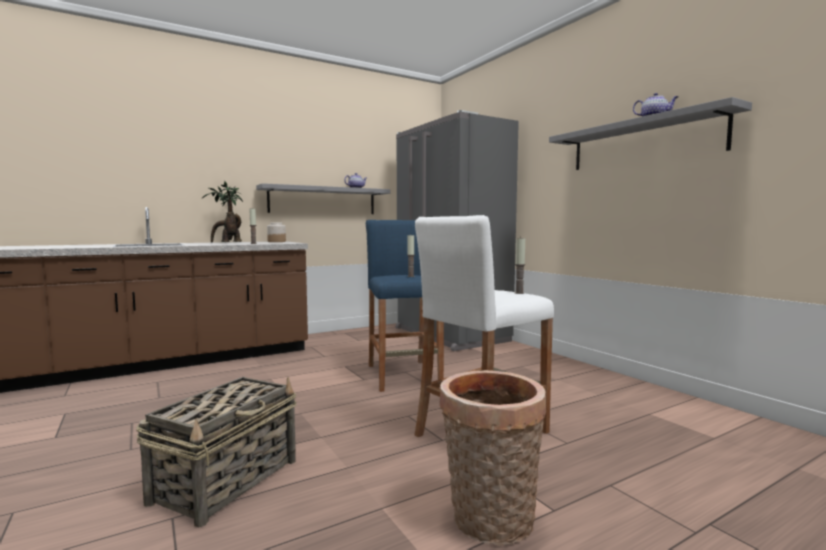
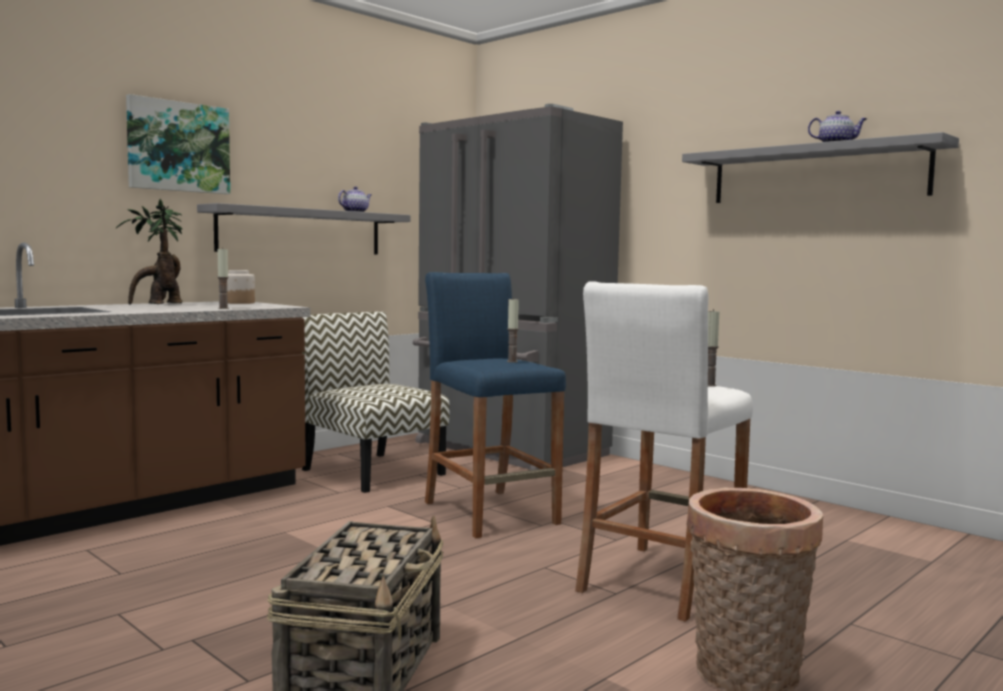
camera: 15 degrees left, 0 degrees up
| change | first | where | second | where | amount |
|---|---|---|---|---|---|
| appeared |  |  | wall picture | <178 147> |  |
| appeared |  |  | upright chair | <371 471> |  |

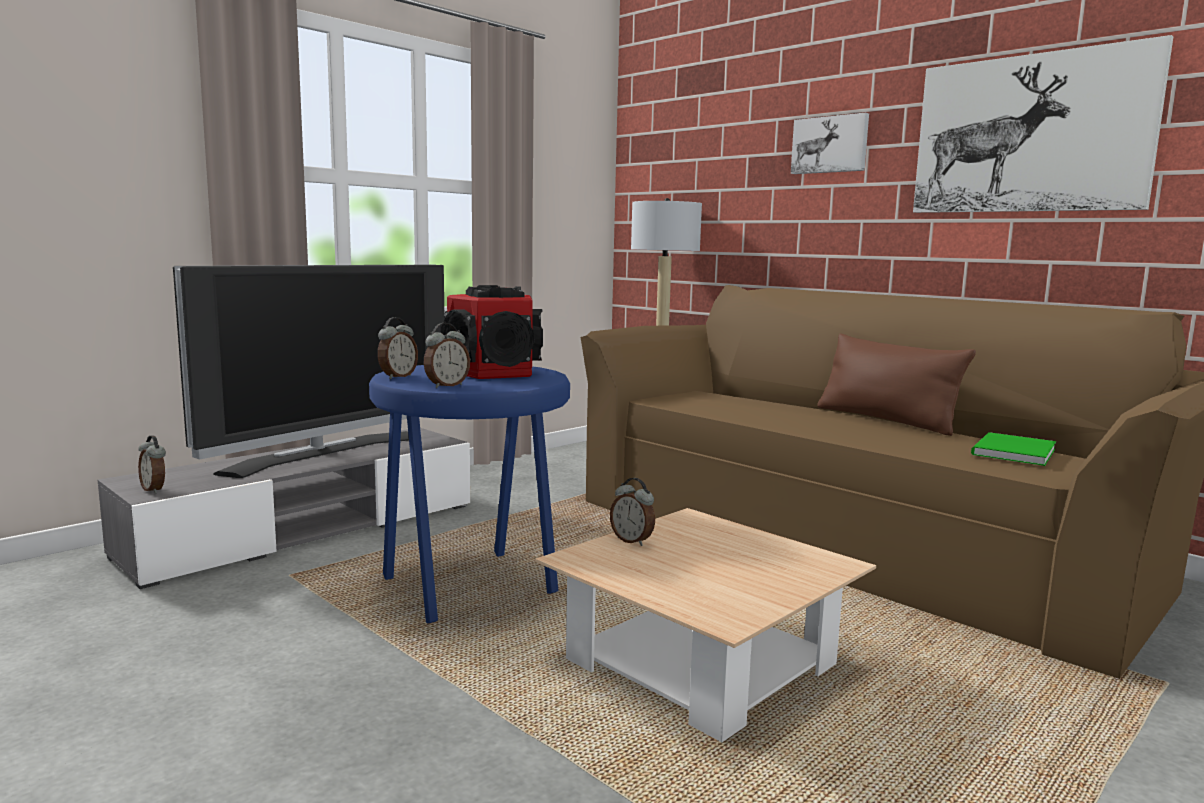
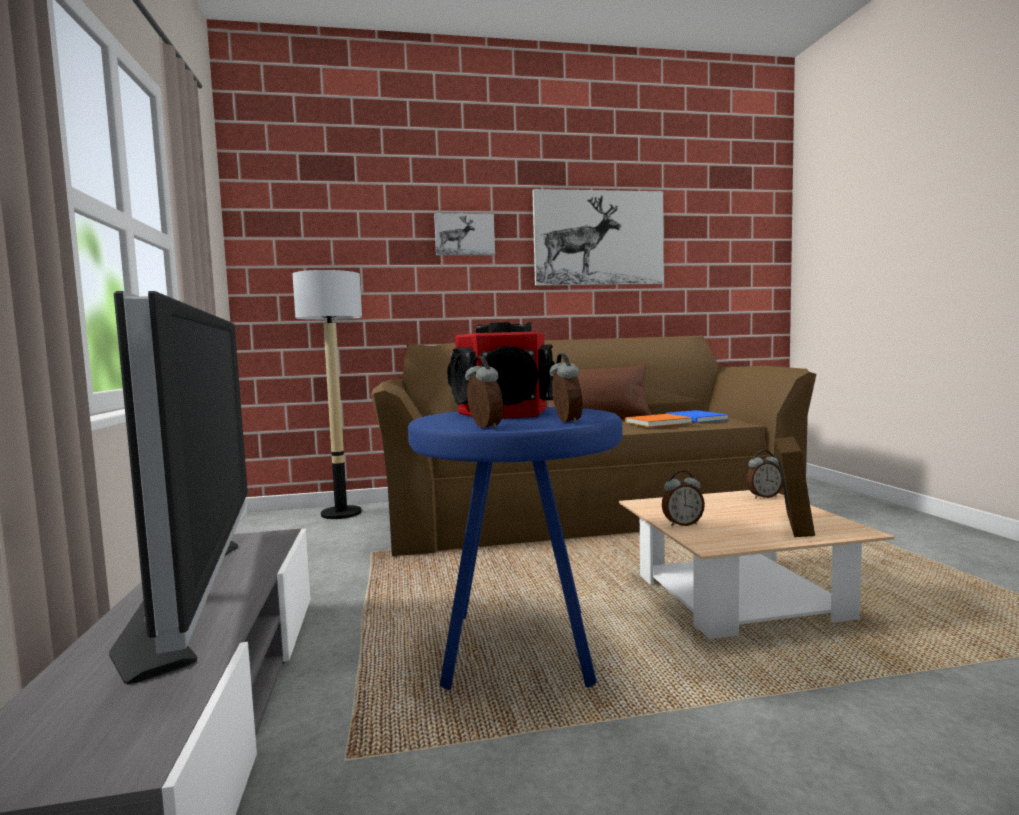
camera: 55 degrees left, 5 degrees down
| change | first | where | second | where | amount |
|---|---|---|---|---|---|
| appeared |  |  | volume (orangey) | <655 422> |  |
| appeared |  |  | picture frame | <792 525> |  |
| relocated | alarm clock | <154 489> |  | <763 496> |  |
| colour | volume (green) | <1010 452> | volume (blue) | <696 418> |  |

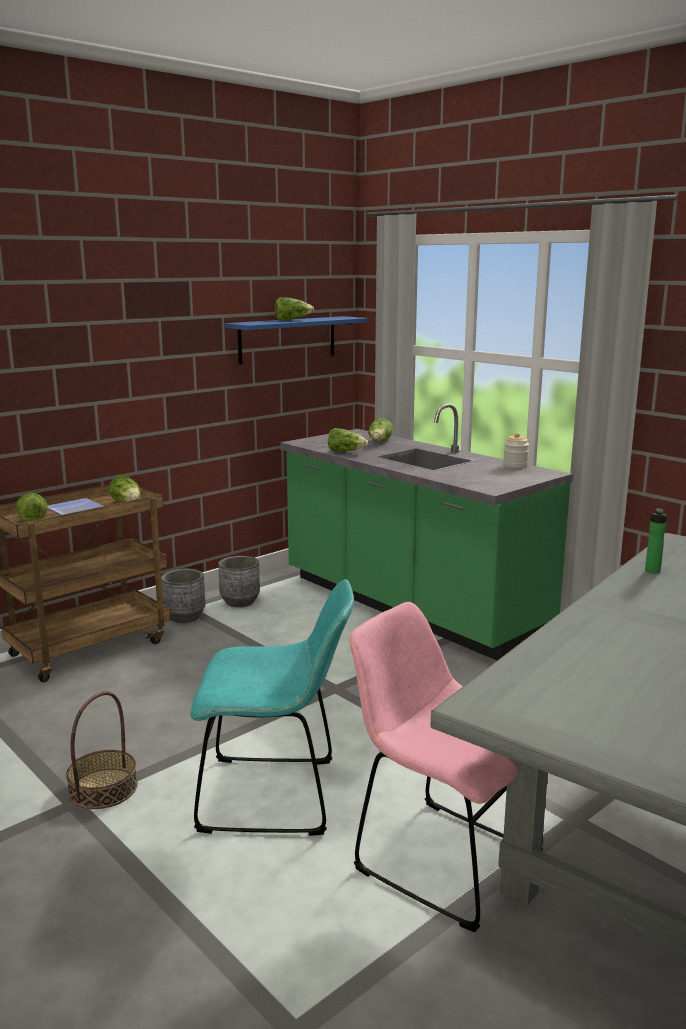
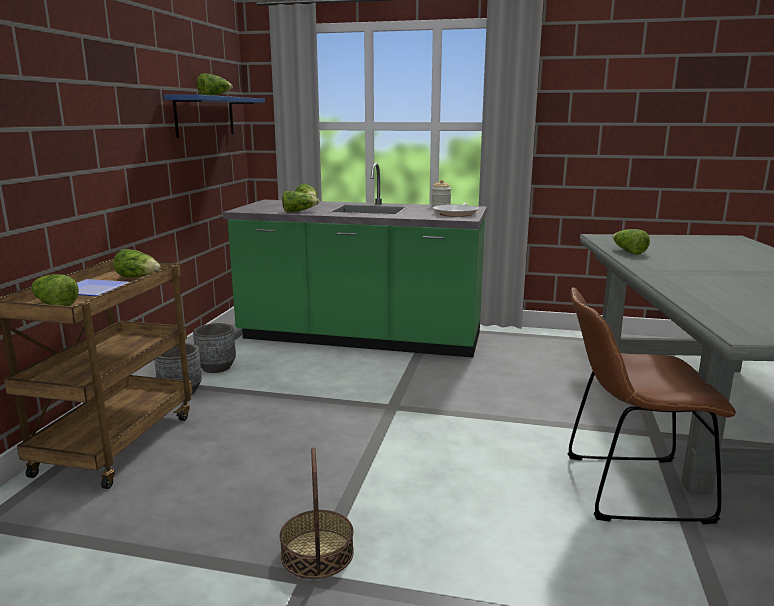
camera: 35 degrees left, 0 degrees up
| change | first | where | second | where | amount |
|---|---|---|---|---|---|
| missing | upright chair (blue-green) | <277 795> |  |  |  |
| appeared |  |  | pan | <456 213> |  |
| exchanged | drink bottle | <652 572> | lettuce head | <628 252> |  |
| colour | upright chair (pinkish) | <439 857> | upright chair (brownish) | <627 488> |  |

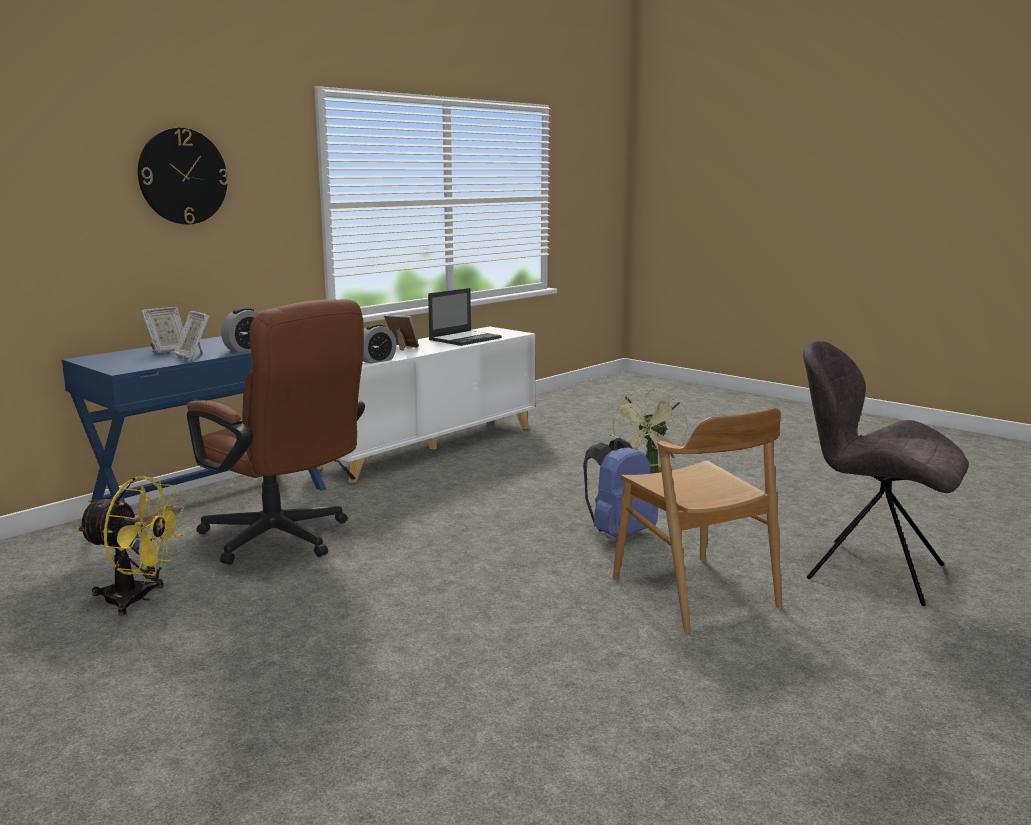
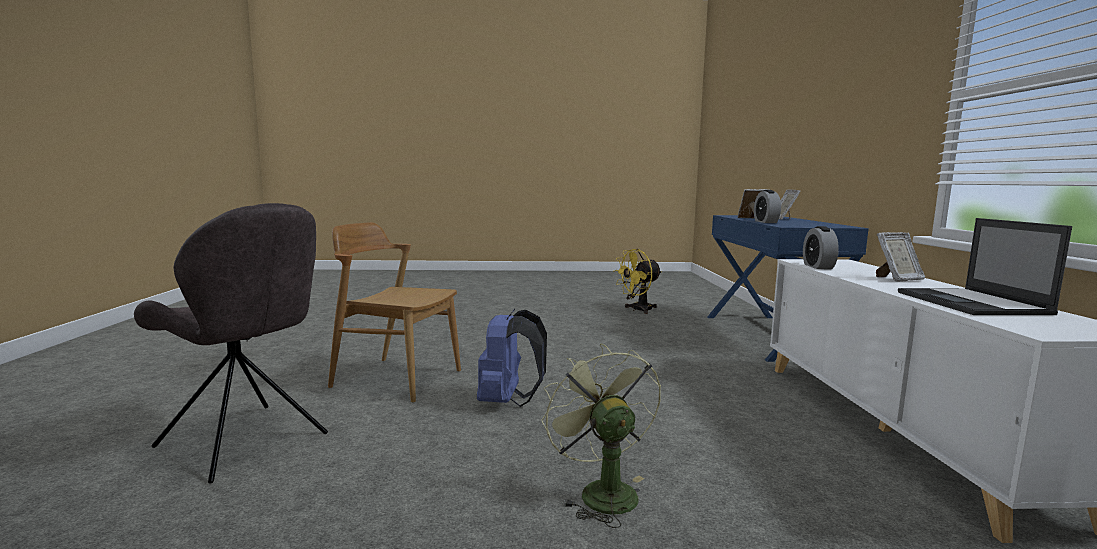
camera: 135 degrees right, 5 degrees down
| change | first | where | second | where | amount |
|---|---|---|---|---|---|
| missing | wall clock | <183 176> |  |  |  |
| missing | office chair (brownish) | <283 540> |  |  |  |
| spun | upright chair (gray) | <869 570> |  | <245 442> | 45 degrees clockwise |

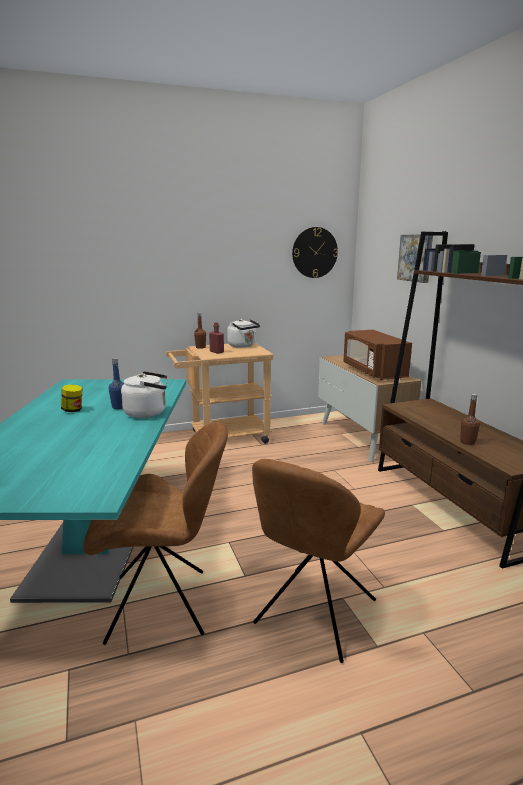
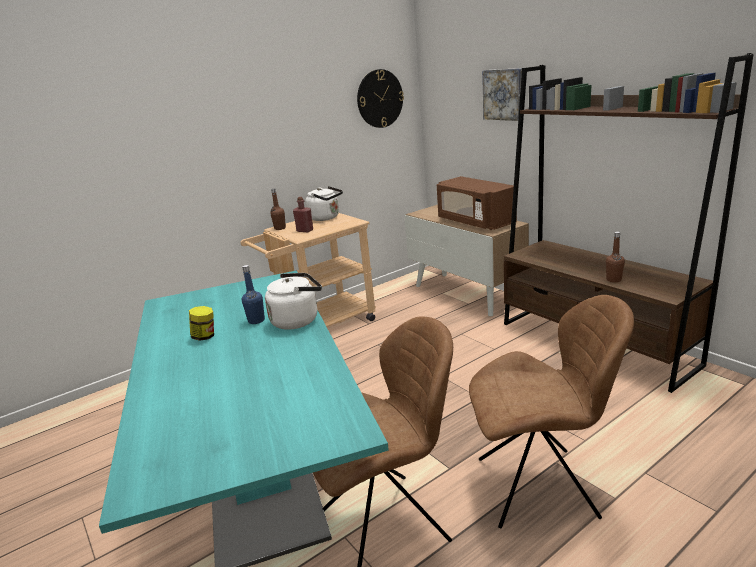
camera: 15 degrees left, 5 degrees up
| change | first | where | second | where | amount |
|---|---|---|---|---|---|
| spun | upright chair (brownish) | <313 614> |  | <540 487> | 105 degrees counterclockwise |

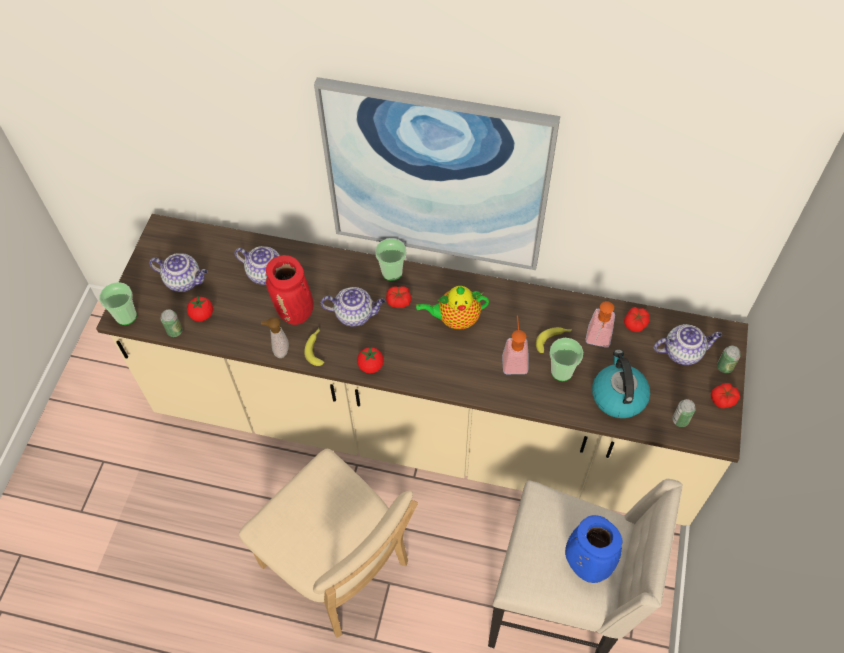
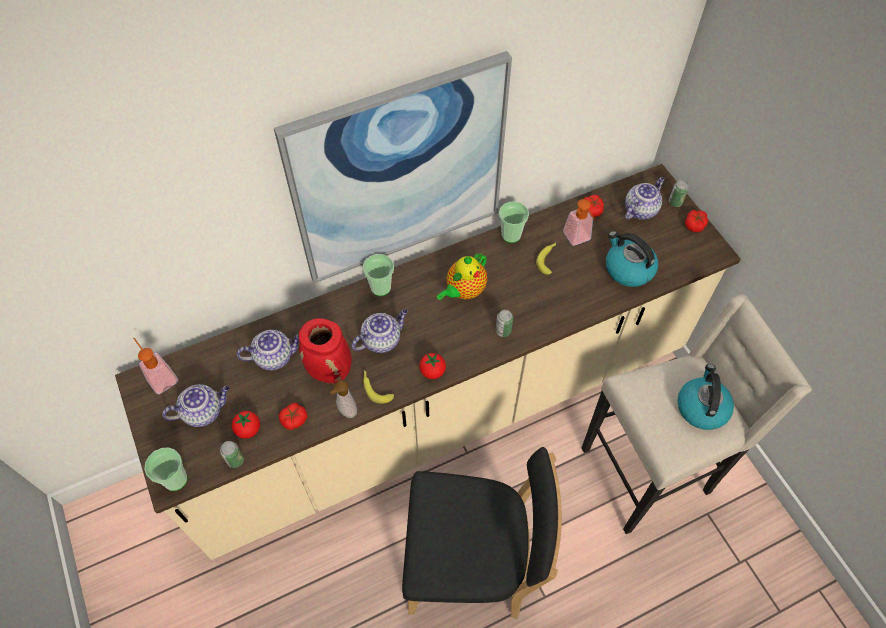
camera: 40 degrees left, 0 degrees up
| change | first | where | second | where | amount |
|---|---|---|---|---|---|
| relocated | fresh tomato | <399 301> |  | <294 419> |  |
| relocated | soap dispenser | <514 359> |  | <160 377> |  |
| relocated | cup | <561 371> |  | <511 235> |  |
| relocated | can | <680 420> |  | <503 331> |  |
| exchanged | decorative vase (blue) | <585 564> | water kettle | <701 407> |  |
| colour | upright chair (sand-coloured) | <340 569> | upright chair (black-coloured) | <473 565> |  |

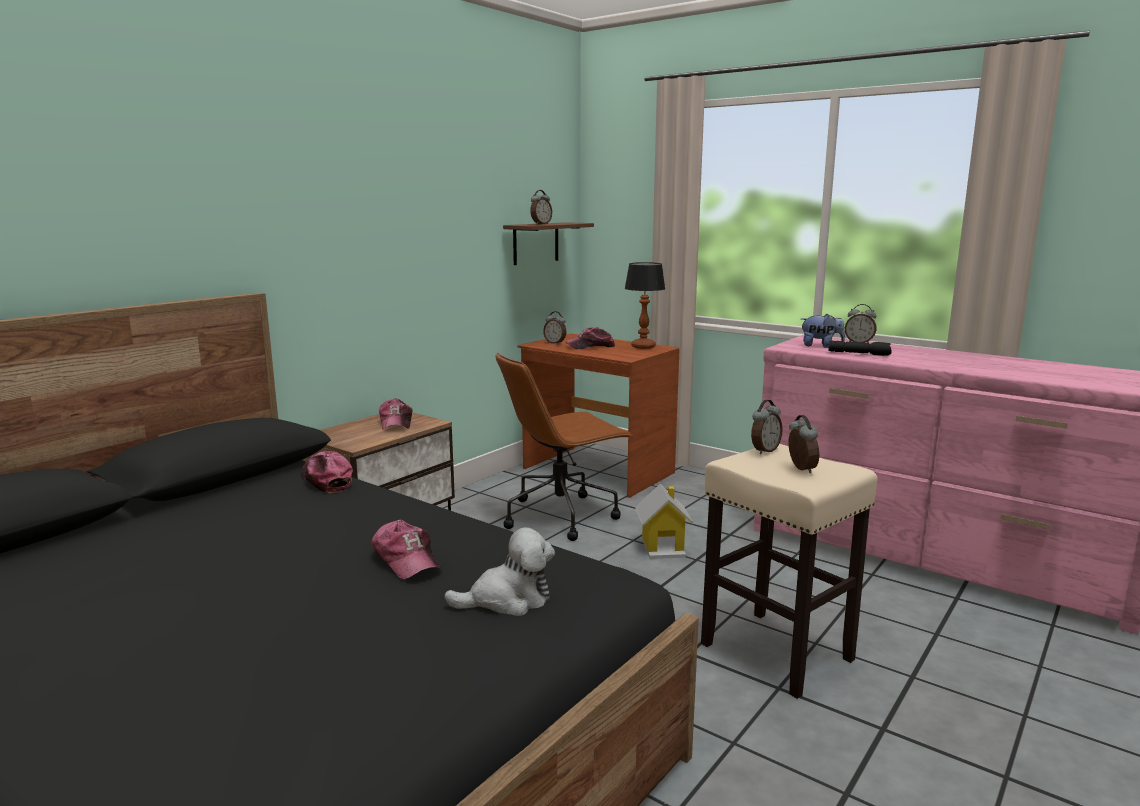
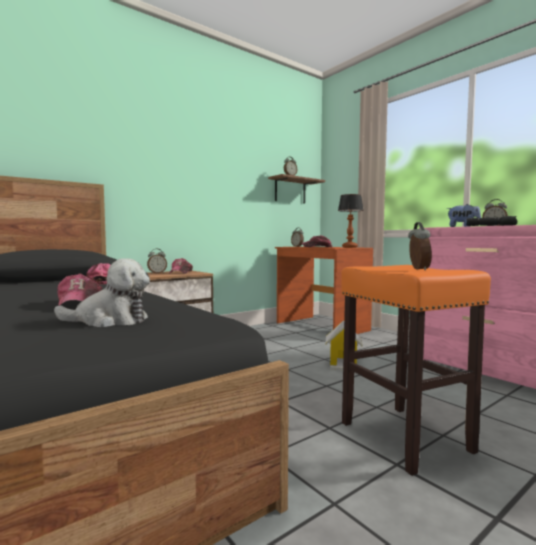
camera: 15 degrees right, 10 degrees down
| change | first | where | second | where | amount |
|---|---|---|---|---|---|
| missing | office chair (brownish) | <561 515> |  |  |  |
| relocated | alarm clock | <764 450> |  | <157 273> |  |
| colour | stool seat (sand-coloured) | <774 651> | stool seat (orangey) | <403 436> |  |

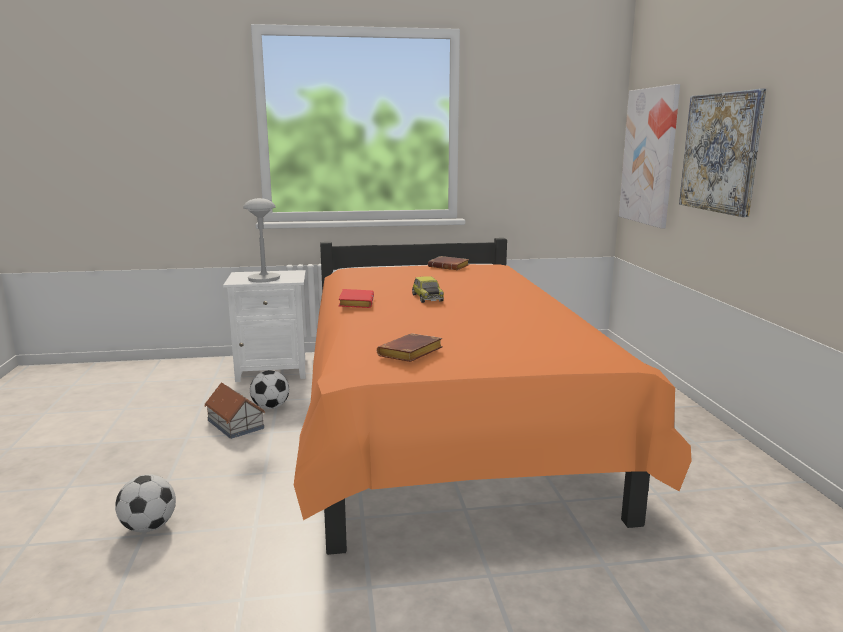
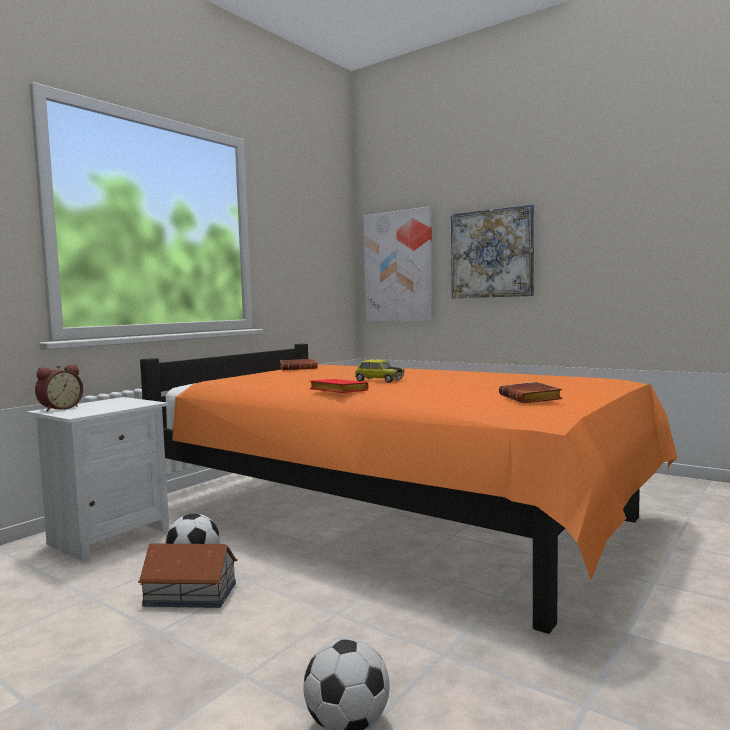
camera: 45 degrees left, 10 degrees down
| change | first | where | second | where | amount |
|---|---|---|---|---|---|
| missing | tabletop lamp (gray) | <264 279> |  |  |  |
| appeared |  |  | alarm clock | <59 408> |  |

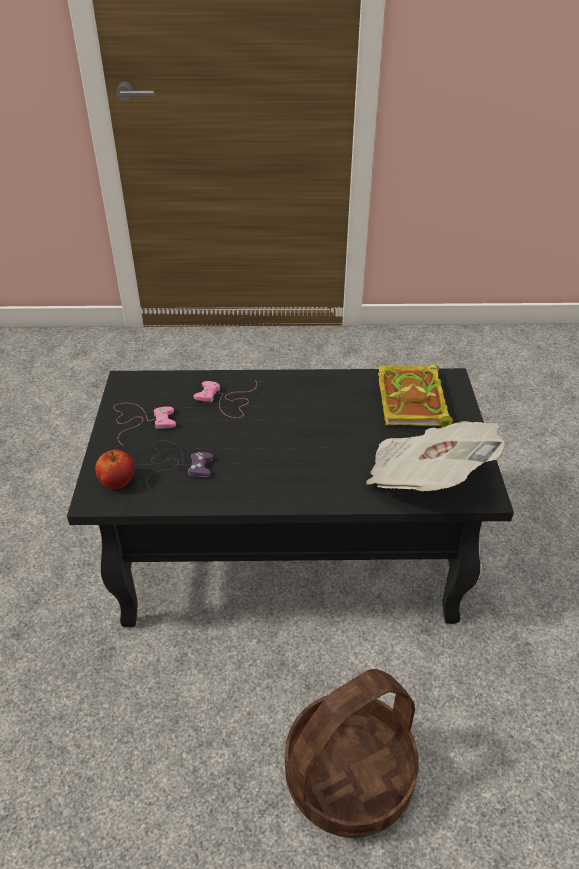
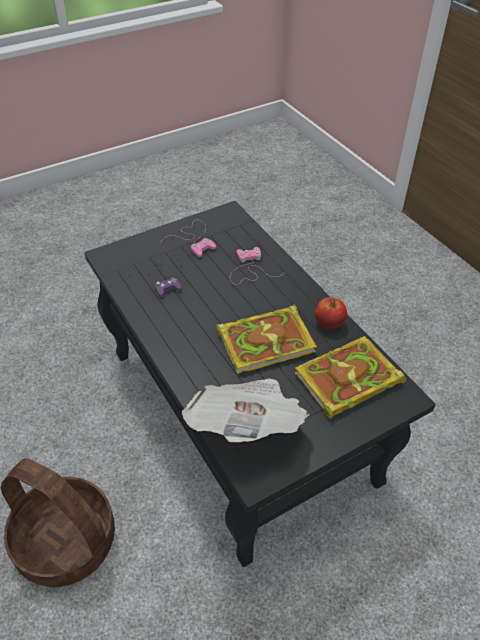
camera: 60 degrees right, 5 degrees up
| change | first | where | second | where | amount |
|---|---|---|---|---|---|
| appeared |  |  | volume | <267 341> |  |
| relocated | apple | <117 482> |  | <329 323> |  |

